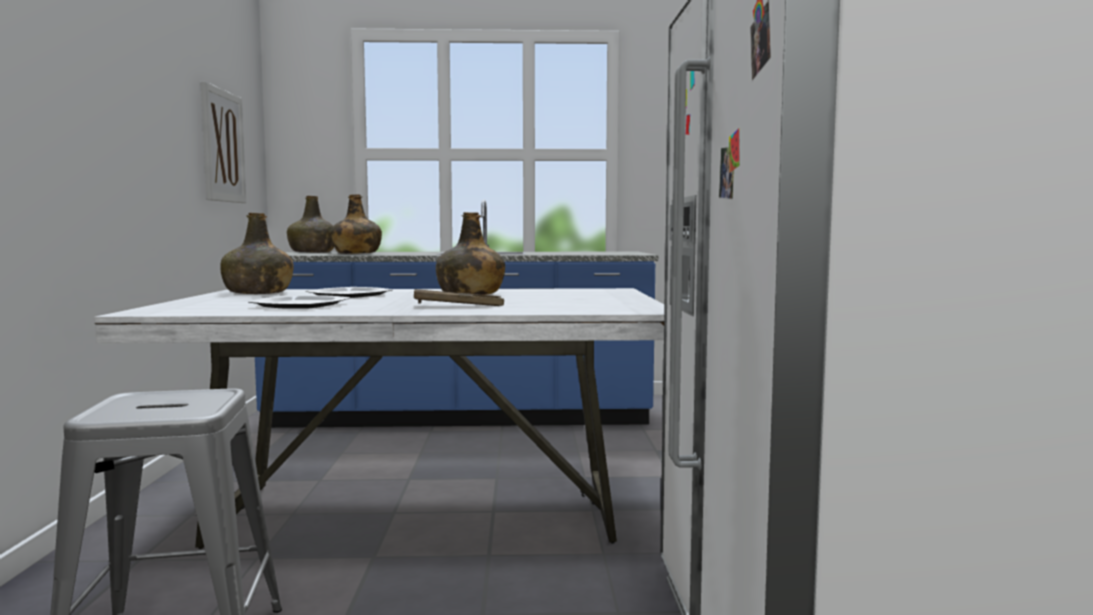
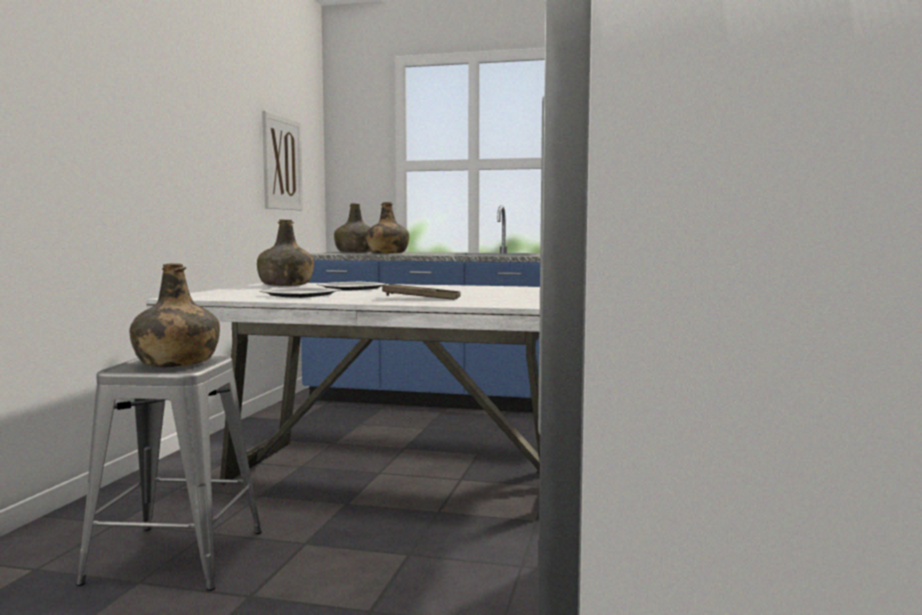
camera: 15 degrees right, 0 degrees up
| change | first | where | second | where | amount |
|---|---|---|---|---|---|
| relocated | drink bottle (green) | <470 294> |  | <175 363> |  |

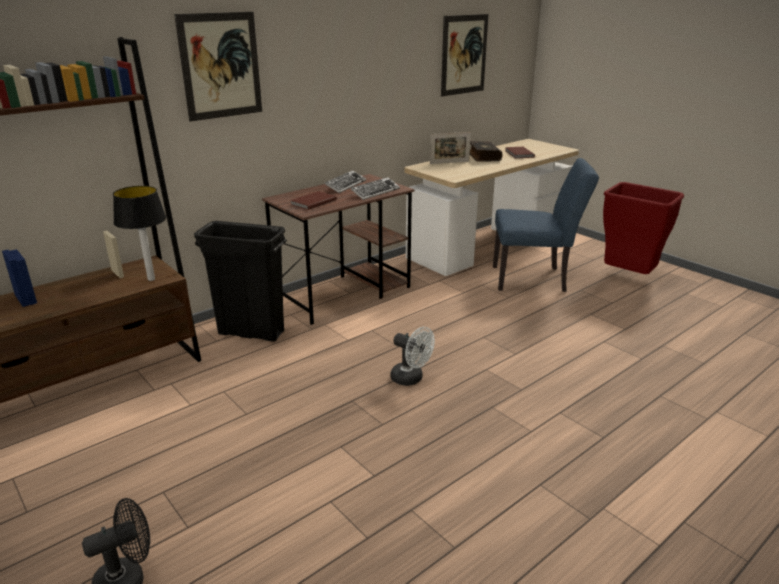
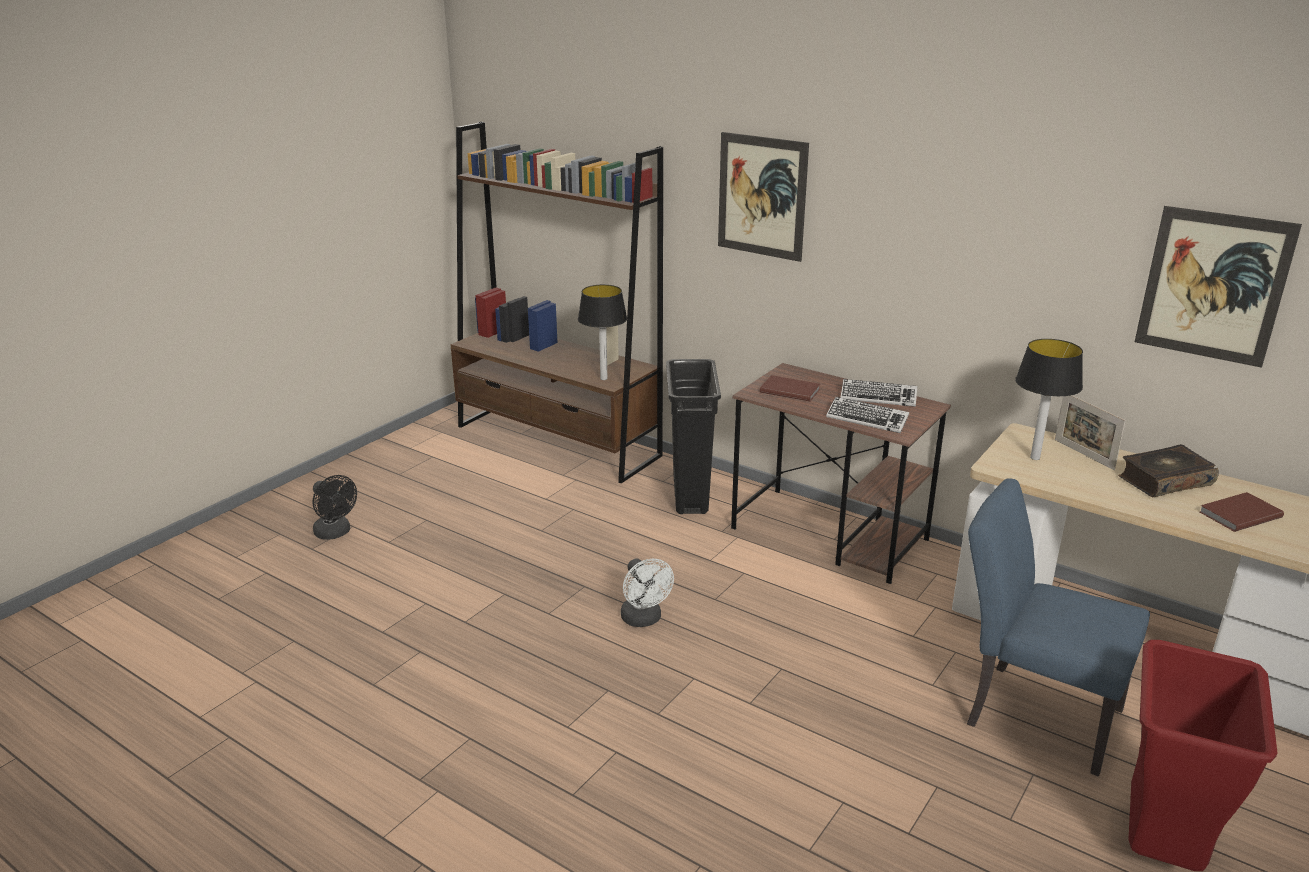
camera: 75 degrees right, 0 degrees up
| change | first | where | second | where | amount |
|---|---|---|---|---|---|
| appeared |  |  | tabletop lamp | <1034 458> |  |
| spun | fan (white) | <411 379> |  | <644 620> | 45 degrees counterclockwise |
| spun | upright chair (blue) | <535 279> |  | <1031 712> | 135 degrees clockwise |

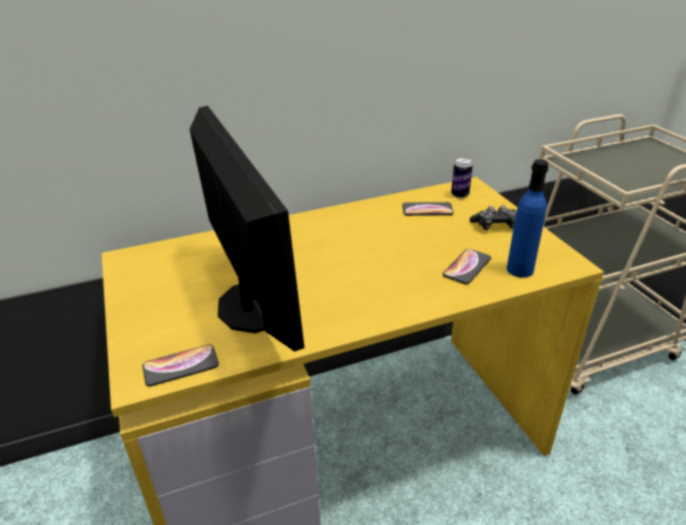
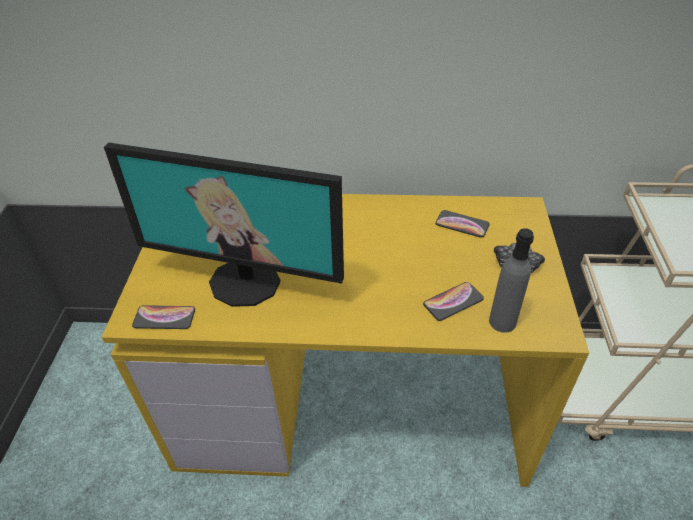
camera: 25 degrees right, 10 degrees up
| change | first | where | second | where | amount |
|---|---|---|---|---|---|
| missing | can | <460 195> |  |  |  |
| colour | drink bottle (blue) | <520 269> | drink bottle (gray) | <502 321> |  |
| spun | computer screen | <252 306> |  | <246 281> | 105 degrees clockwise |

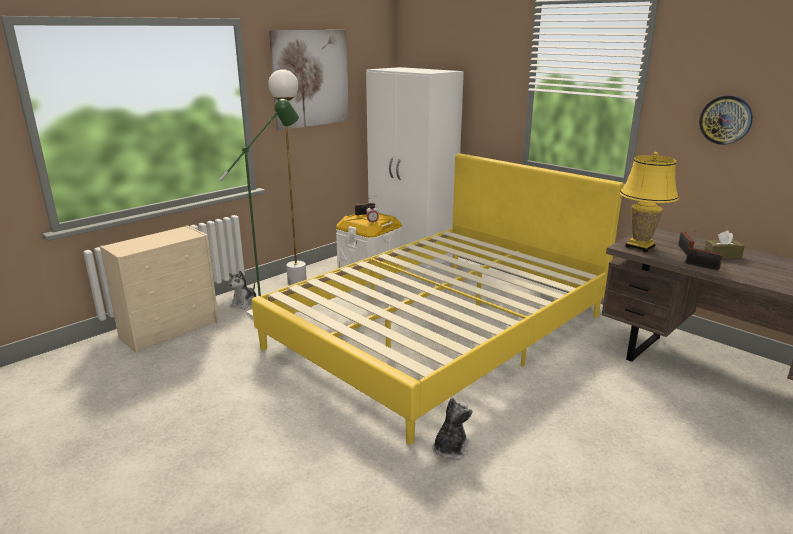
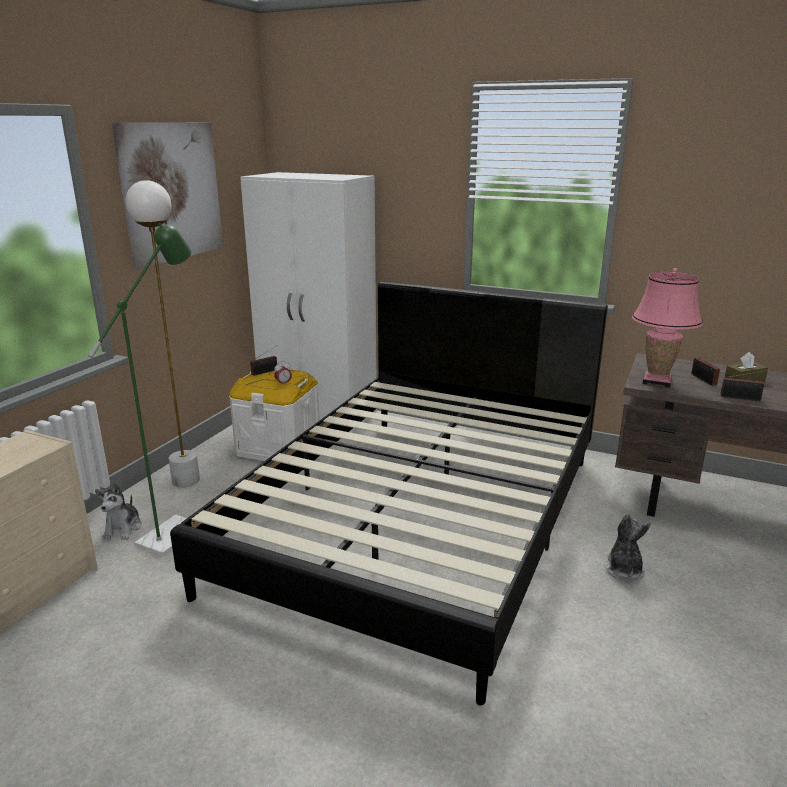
camera: 20 degrees left, 0 degrees up
| change | first | where | second | where | amount |
|---|---|---|---|---|---|
| missing | wall clock | <725 120> |  |  |  |
| relocated | soft toy | <450 449> |  | <623 569> |  |
| colour | bed (yellow-coloured) | <440 331> | bed (black-coloured) | <419 520> |  |
| colour | tabletop lamp (yellow-coloured) | <640 246> | tabletop lamp (pinkish) | <656 381> |  |

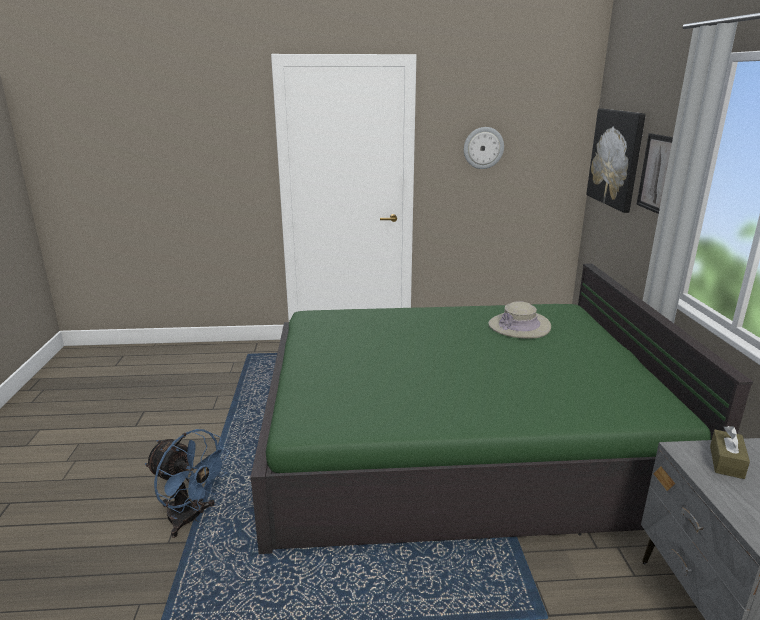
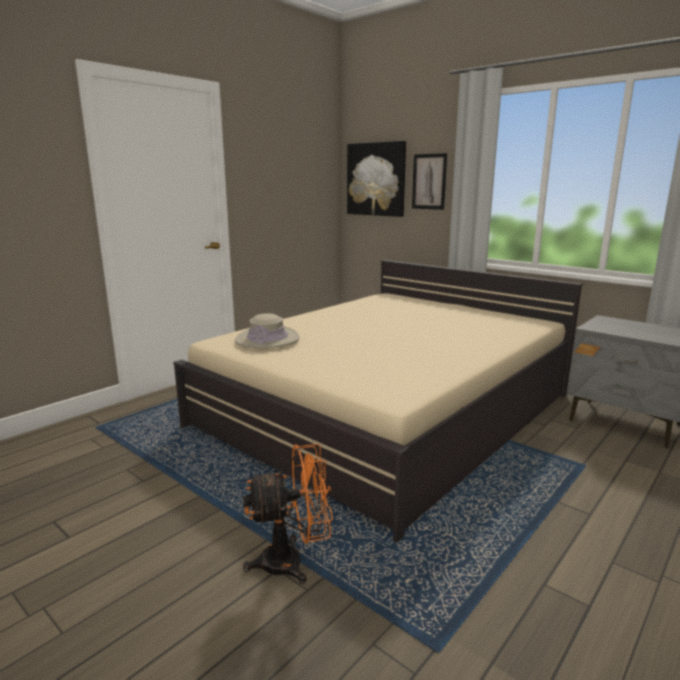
camera: 45 degrees left, 5 degrees down
| change | first | where | second | where | amount |
|---|---|---|---|---|---|
| missing | wall clock | <483 148> |  |  |  |
| missing | box of tissues (brownish) | <726 462> |  |  |  |
| relocated | clothing hat (sand-coloured) | <519 326> |  | <267 339> |  |
| colour | fan (blue) | <191 518> | fan (orangey) | <293 561> |  |
| colour | bed (green) | <457 439> | bed (sand-coloured) | <388 410> |  |

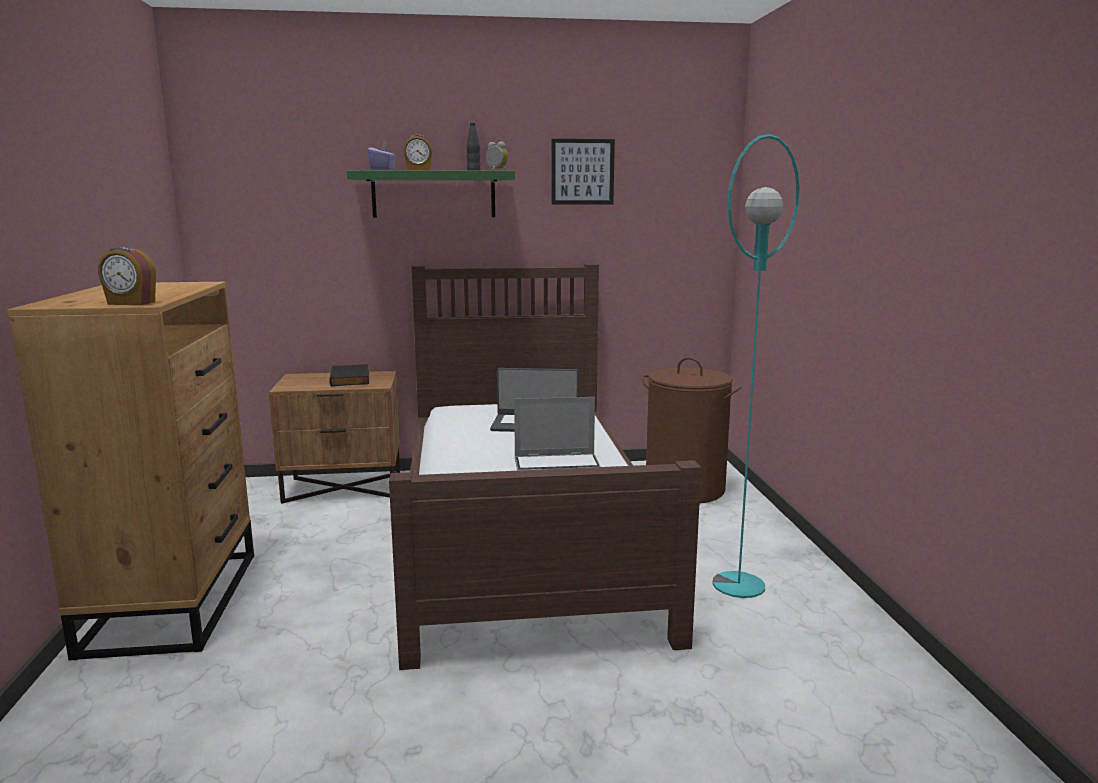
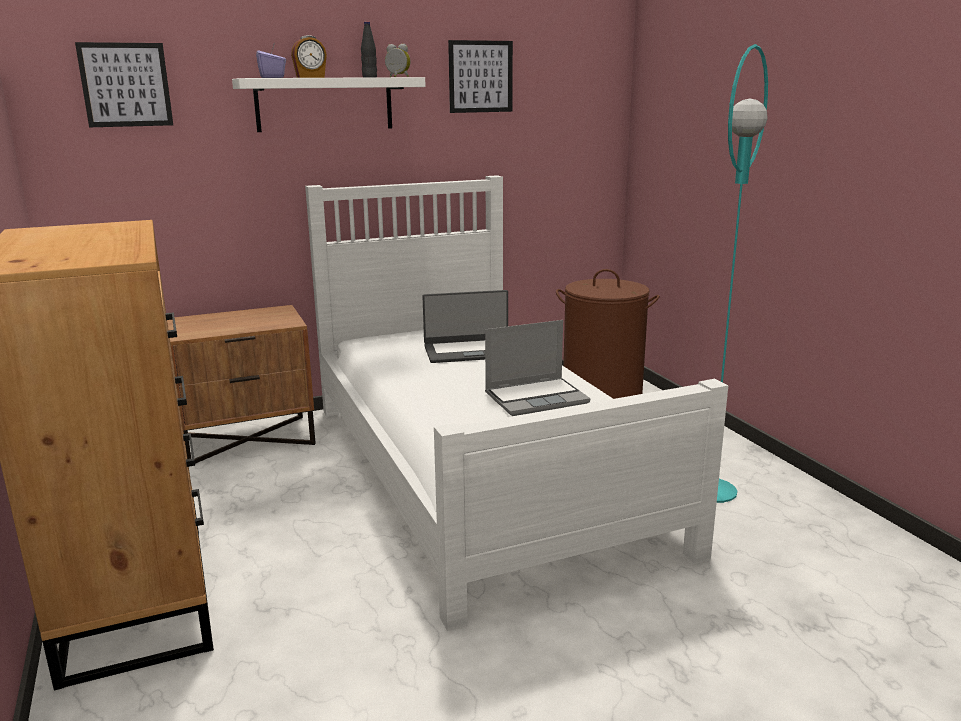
camera: 15 degrees left, 5 degrees up
| change | first | where | second | where | amount |
|---|---|---|---|---|---|
| missing | alarm clock | <130 303> |  |  |  |
| missing | volume (black-coloured) | <351 379> |  |  |  |
| appeared |  |  | wall picture | <125 85> |  |
| colour | bracket shelf (green) | <433 194> | bracket shelf (white) | <324 104> |  |
| colour | bed (brownish) | <523 538> | bed (white) | <479 470> |  |

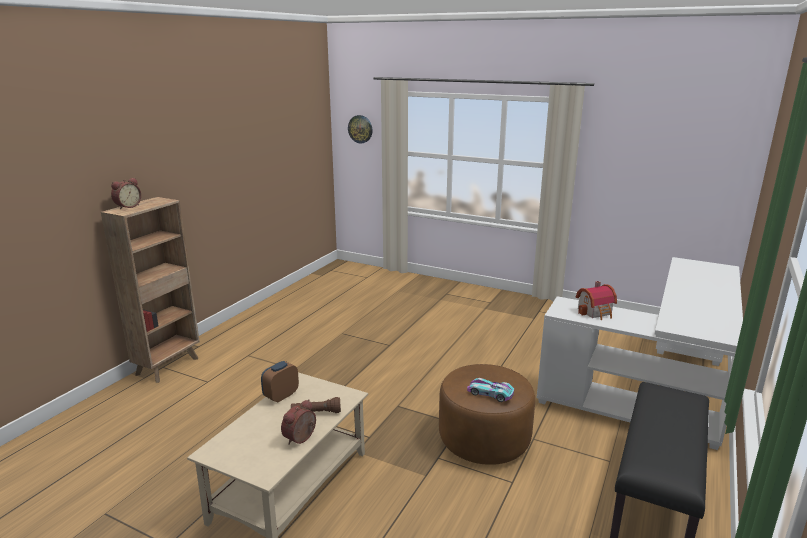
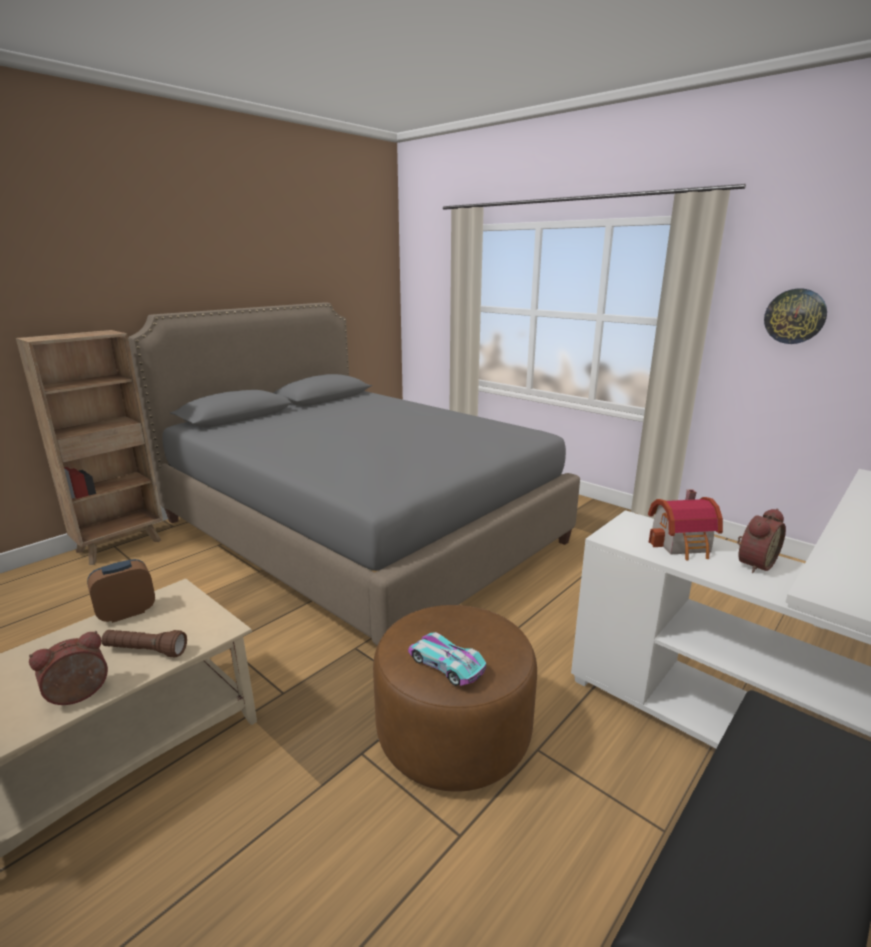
camera: 15 degrees right, 0 degrees up
| change | first | where | second | where | amount |
|---|---|---|---|---|---|
| appeared |  |  | bed (gray) | <360 531> |  |
| relocated | alarm clock | <127 206> |  | <753 563> |  |
| relocated | wall clock | <360 129> |  | <795 316> |  |

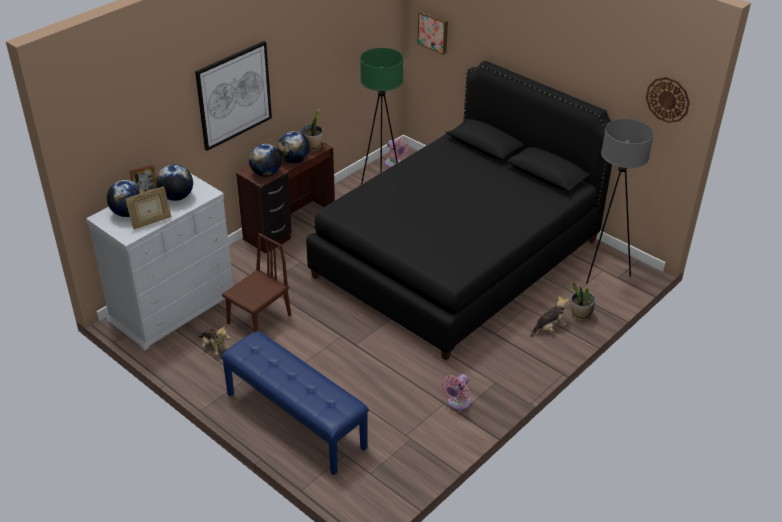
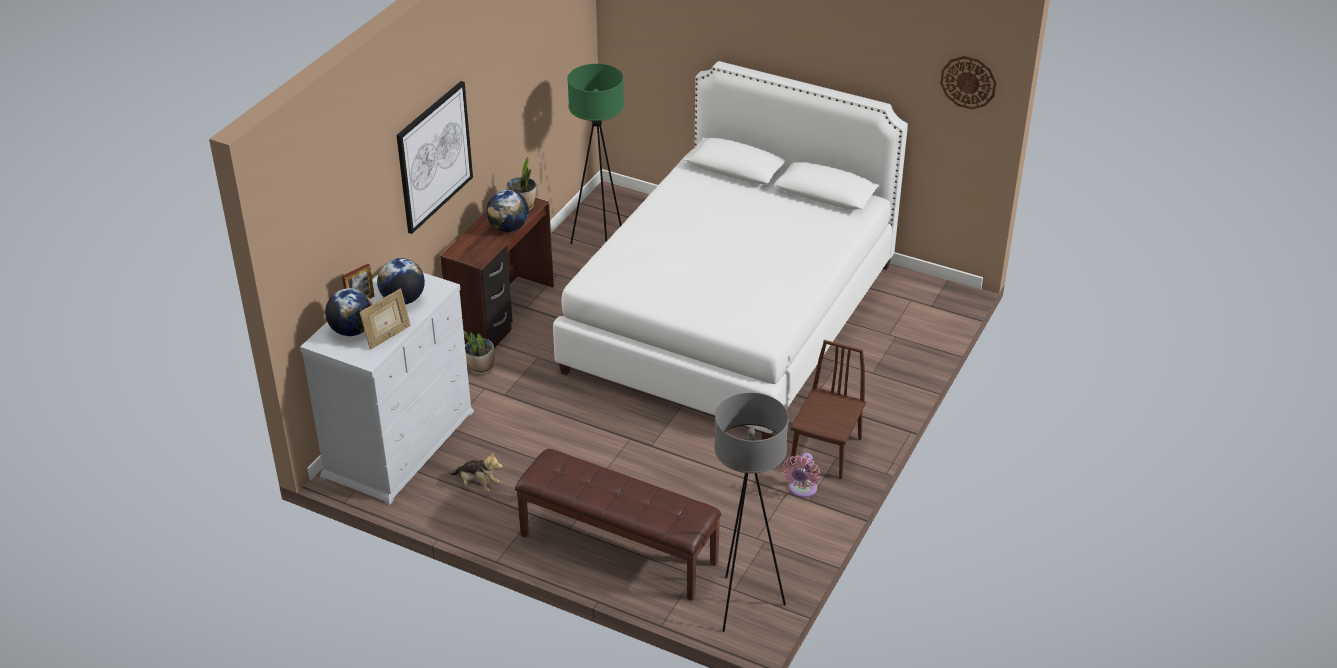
camera: 15 degrees left, 0 degrees up
| change | first | where | second | where | amount |
|---|---|---|---|---|---|
| missing | globe | <266 174> |  |  |  |
| missing | fan (pinkish) | <394 164> |  |  |  |
| missing | wall picture | <433 31> |  |  |  |
| missing | soft toy | <549 328> |  |  |  |
| relocated | upright chair (brownish) | <259 319> |  | <826 451> |  |
| relocated | houseplant | <580 315> |  | <481 368> |  |
| relocated | floor lamp (gray) | <603 271> |  | <744 604> |  |
| colour | indoor bench (blue) | <294 420> | indoor bench (brownish) | <617 549> |  |
| colour | bed (black-coloured) | <457 258> | bed (white) | <731 317> |  |

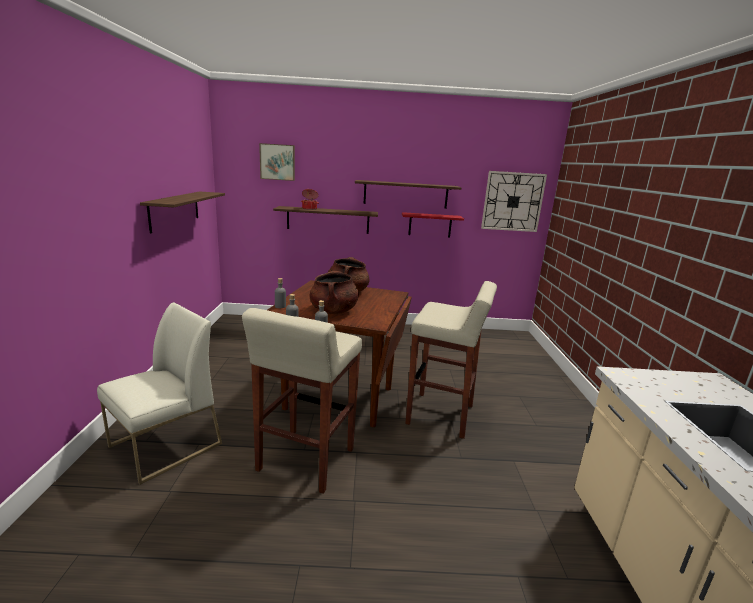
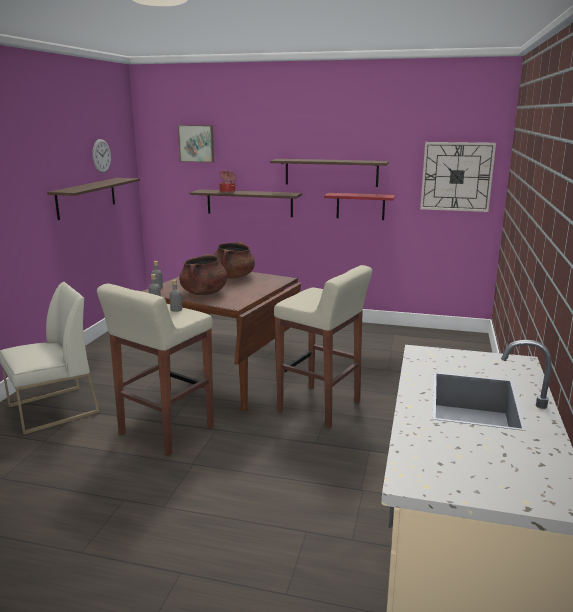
camera: 15 degrees right, 0 degrees up
| change | first | where | second | where | amount |
|---|---|---|---|---|---|
| appeared |  |  | wall clock | <101 156> |  |

